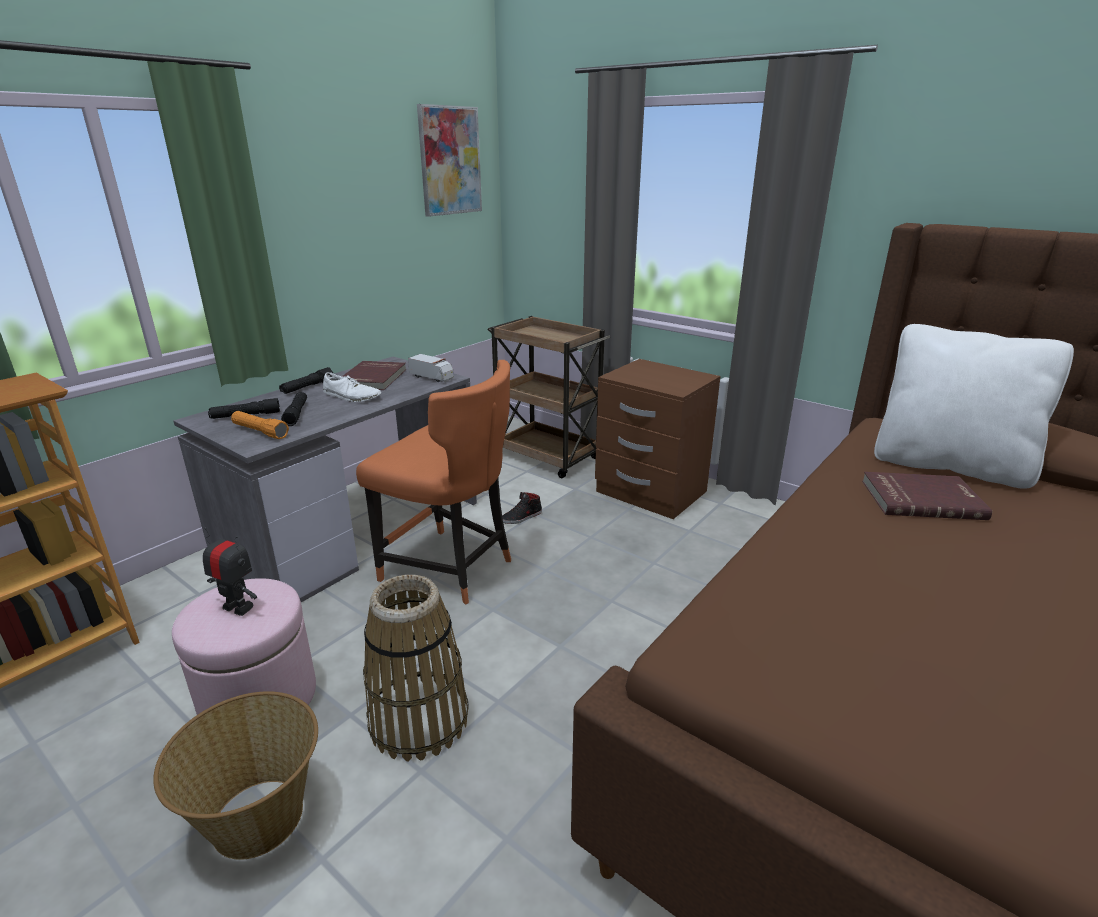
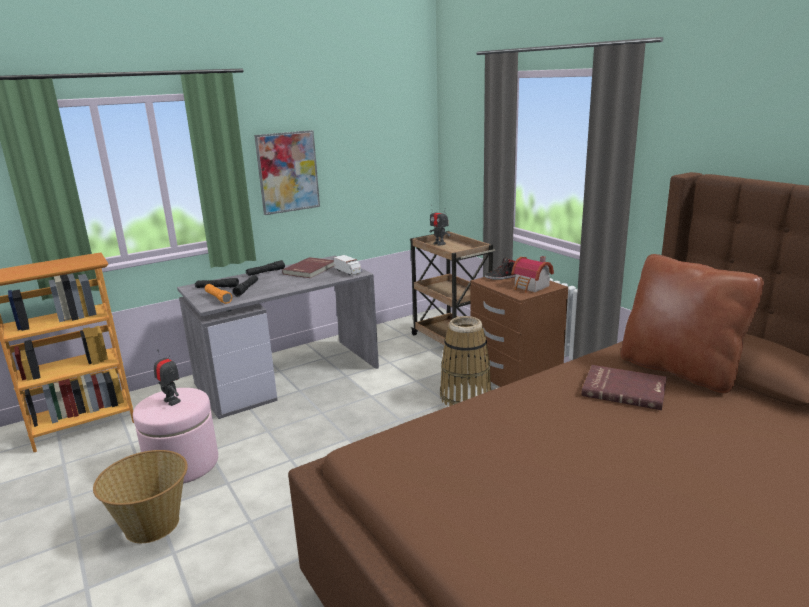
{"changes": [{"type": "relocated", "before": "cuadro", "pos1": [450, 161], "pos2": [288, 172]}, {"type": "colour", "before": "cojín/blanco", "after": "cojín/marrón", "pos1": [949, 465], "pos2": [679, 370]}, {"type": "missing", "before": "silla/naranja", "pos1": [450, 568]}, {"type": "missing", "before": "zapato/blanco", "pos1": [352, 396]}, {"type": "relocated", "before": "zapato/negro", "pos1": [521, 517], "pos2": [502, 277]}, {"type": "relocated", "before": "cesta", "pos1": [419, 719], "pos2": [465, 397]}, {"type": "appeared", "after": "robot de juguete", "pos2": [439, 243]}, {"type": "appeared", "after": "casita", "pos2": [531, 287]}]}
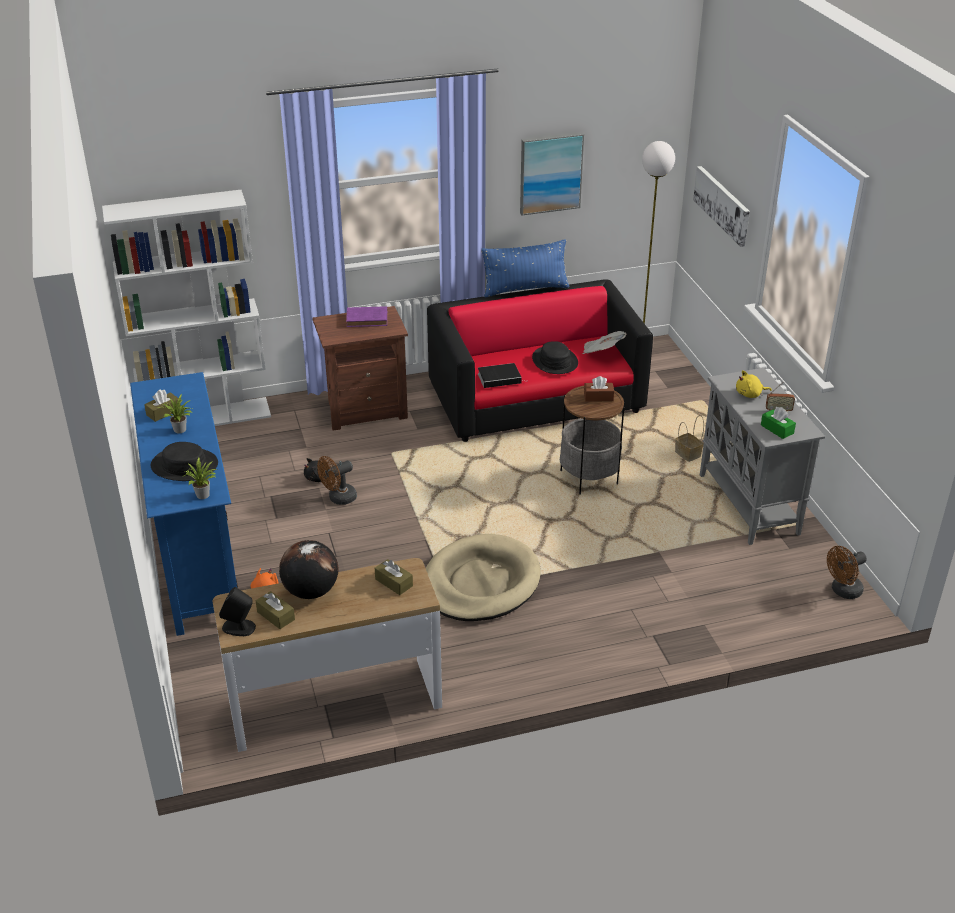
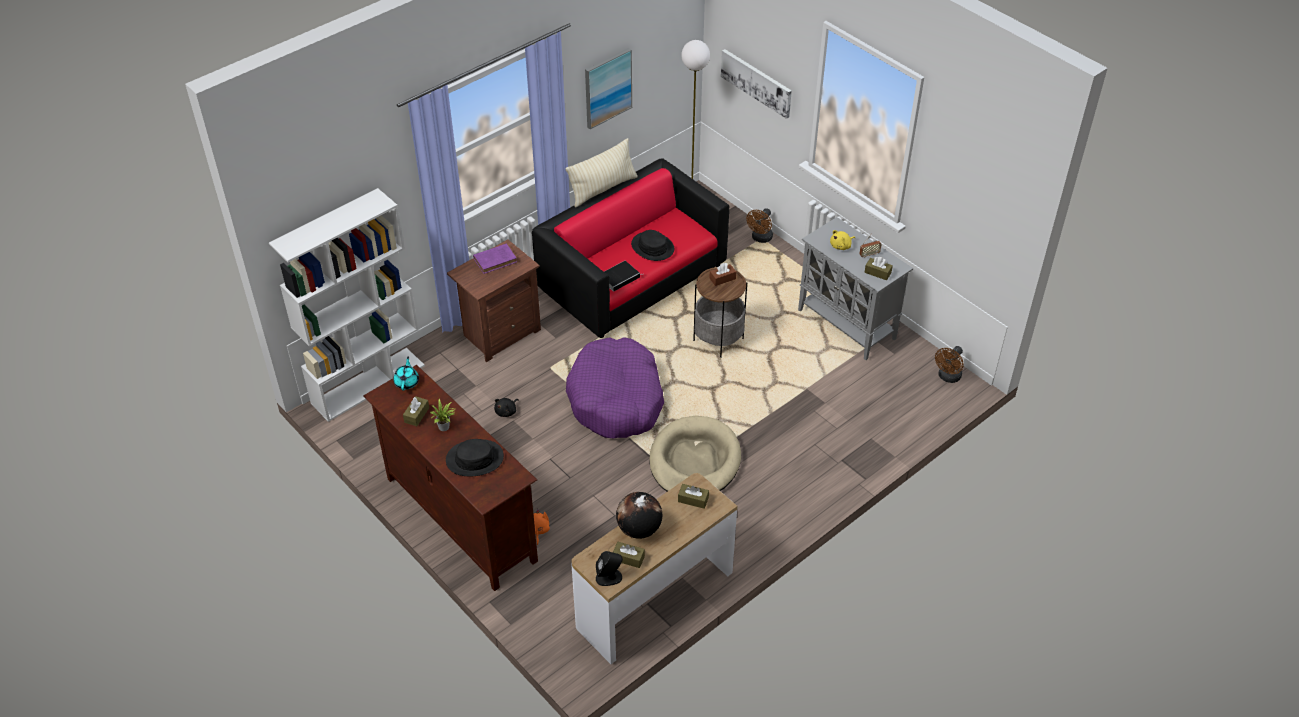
{"changes": [{"type": "colour", "before": "cojín/azul", "after": "cojín/beis", "pos1": [525, 289], "pos2": [603, 189]}, {"type": "missing", "before": "periódico", "pos1": [602, 352]}, {"type": "colour", "before": "mueble de televisión/azul", "after": "mueble de televisión/marrón", "pos1": [196, 558], "pos2": [460, 519]}, {"type": "colour", "before": "caja de pañuelos/verde", "after": "caja de pañuelos/marrón", "pos1": [777, 429], "pos2": [877, 272]}, {"type": "missing", "before": "cesta", "pos1": [688, 455]}, {"type": "relocated", "before": "ventilador/marrón", "pos1": [338, 499], "pos2": [760, 238]}, {"type": "missing", "before": "planta en maceta", "pos1": [204, 495]}, {"type": "appeared", "after": "cama para perro/morado", "pos2": [616, 399]}, {"type": "appeared", "after": "tetera/turquesa", "pos2": [407, 382]}]}
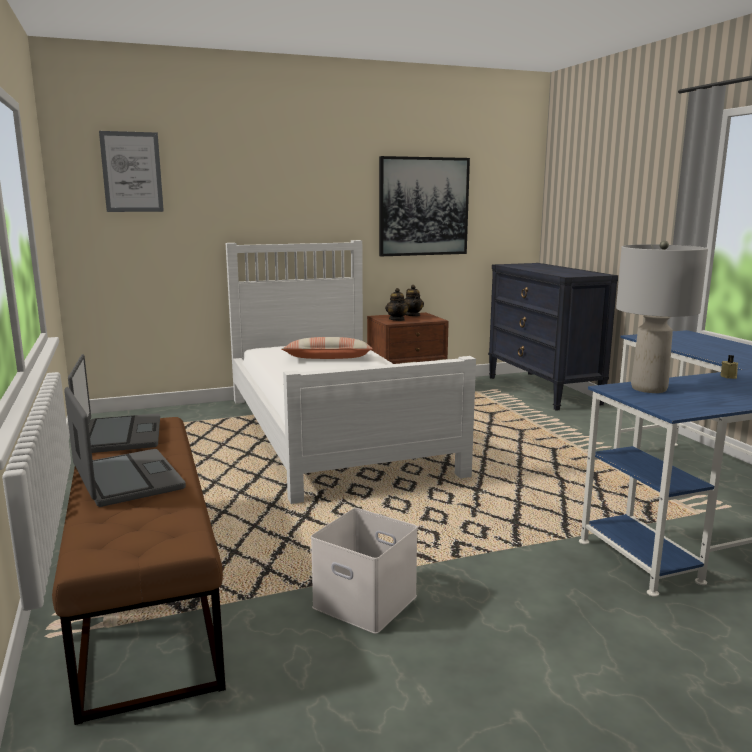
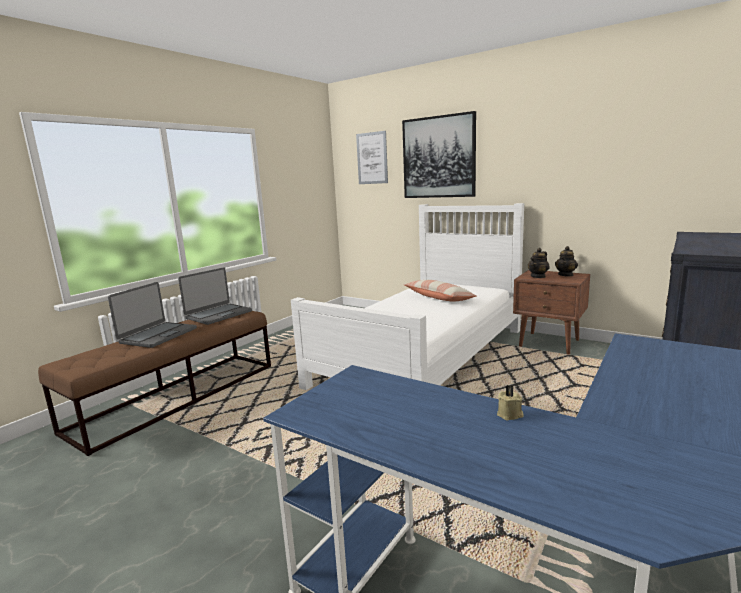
{"changes": [{"type": "relocated", "before": "cuadro", "pos1": [423, 206], "pos2": [438, 157]}, {"type": "missing", "before": "lámpara de mesa/gris", "pos1": [648, 388]}, {"type": "missing", "before": "caja de almacenaje/blanco", "pos1": [362, 602]}]}
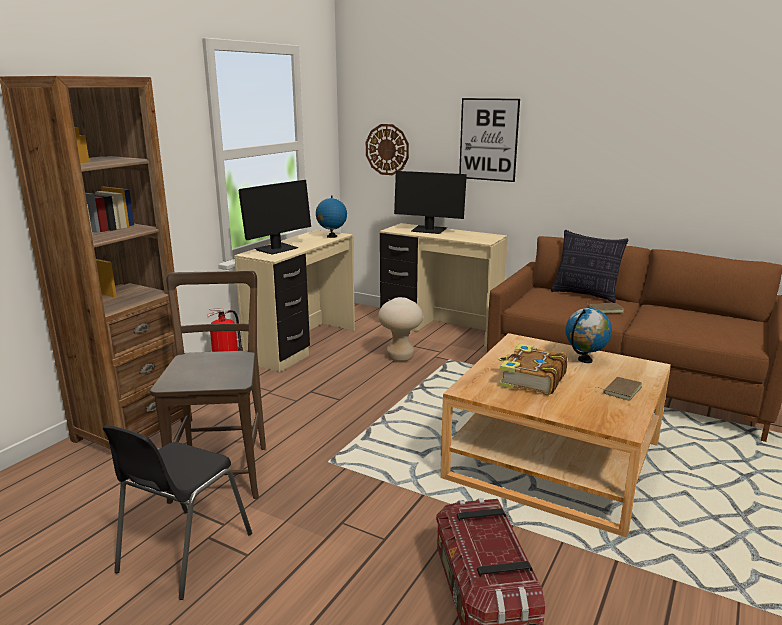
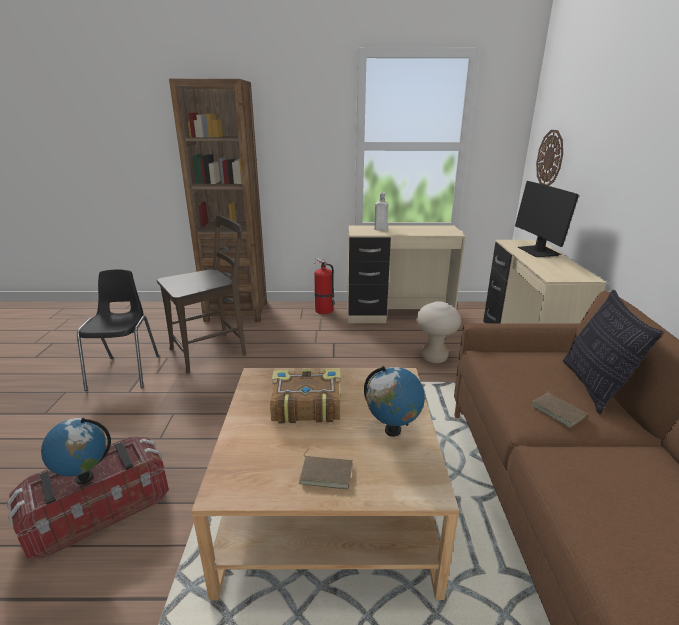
{"changes": [{"type": "missing", "before": "cuadro", "pos1": [488, 140]}, {"type": "exchanged", "before": "monitor", "after": "botella/blanco", "pos1": [276, 249], "pos2": [379, 229]}, {"type": "relocated", "before": "globo terráqueo", "pos1": [331, 236], "pos2": [84, 477]}, {"type": "spun", "before": "silla/negro", "pos1": [183, 553], "pos2": [126, 372], "turn": 90}]}
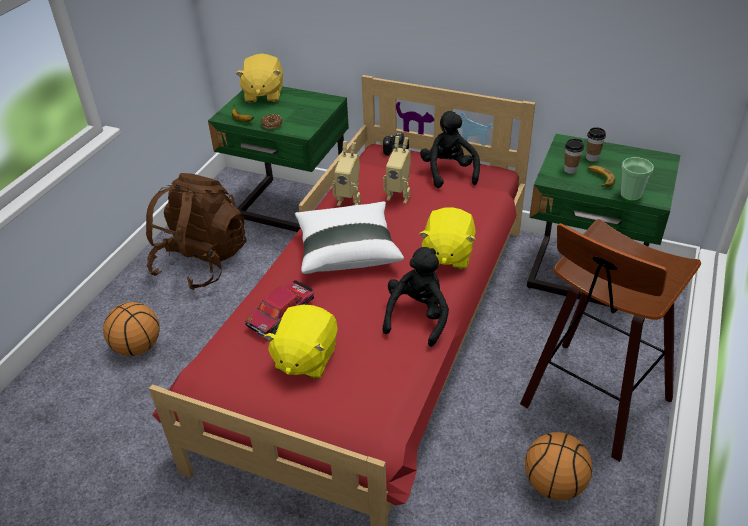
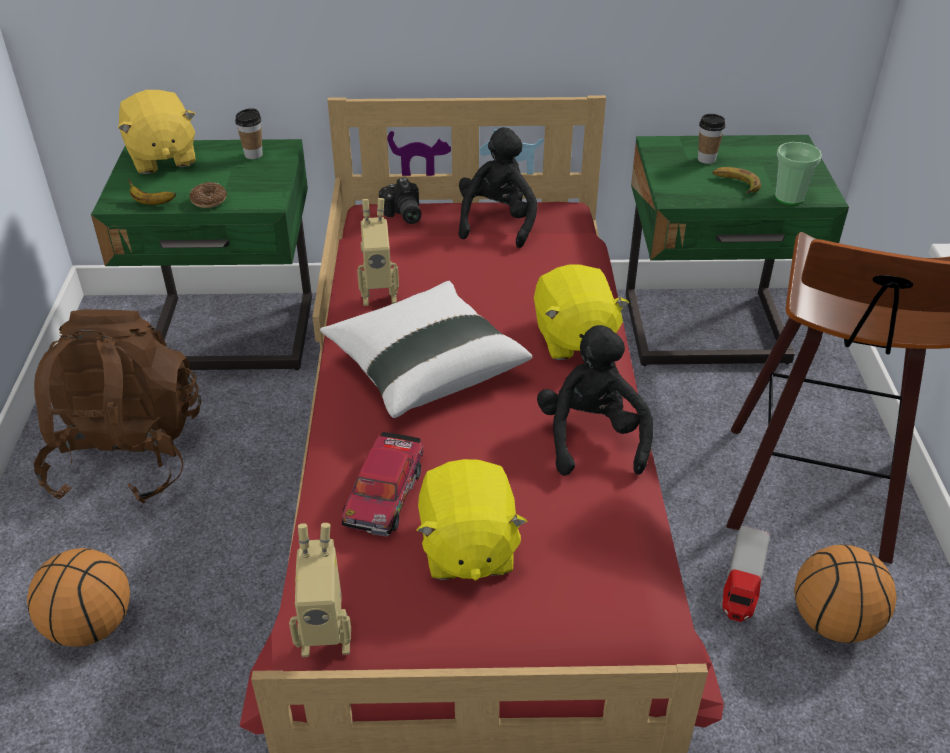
{"changes": [{"type": "spun", "before": "peluche/negro", "pos1": [448, 172], "pos2": [497, 222], "turn": 45}, {"type": "relocated", "before": "robot de juguete", "pos1": [399, 196], "pos2": [326, 635]}, {"type": "relocated", "before": "taza", "pos1": [570, 170], "pos2": [253, 155]}, {"type": "appeared", "after": "camión de juguete", "pos2": [742, 585]}]}
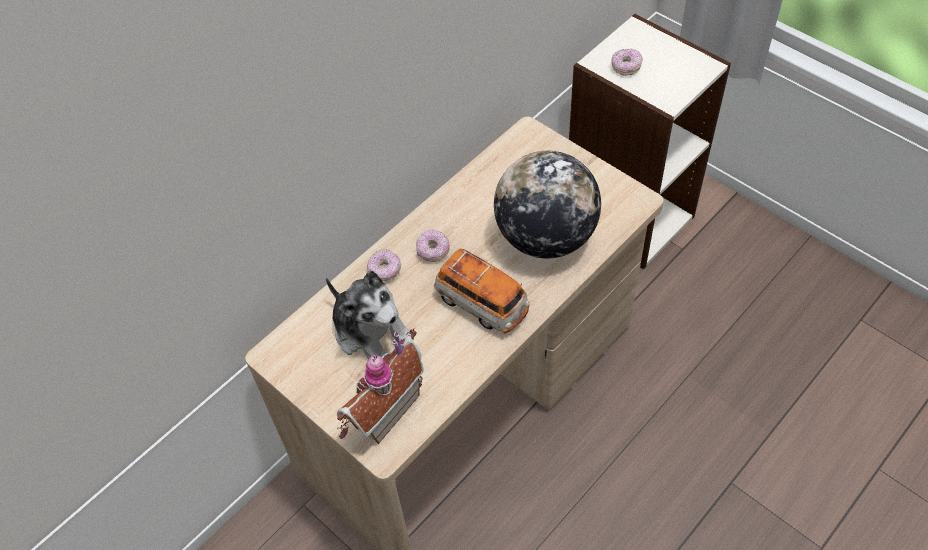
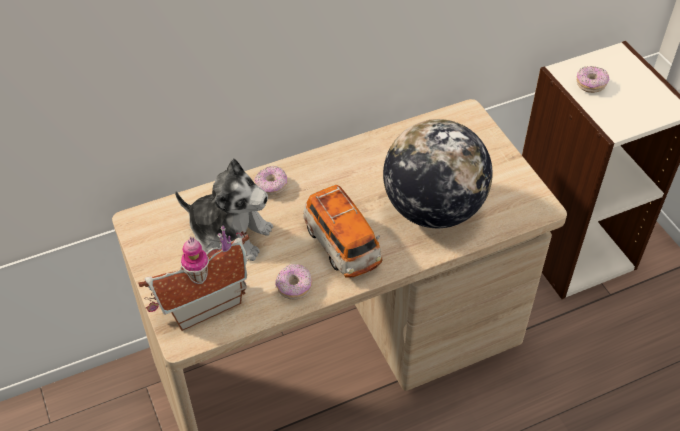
{"changes": [{"type": "relocated", "before": "rosquilla", "pos1": [433, 251], "pos2": [294, 287]}, {"type": "spun", "before": "peluche", "pos1": [371, 332], "pos2": [230, 233], "turn": -45}]}
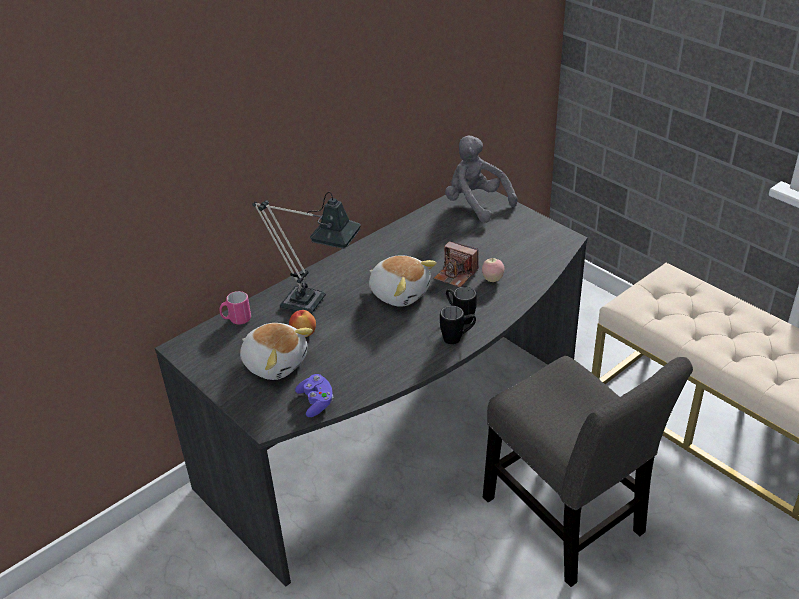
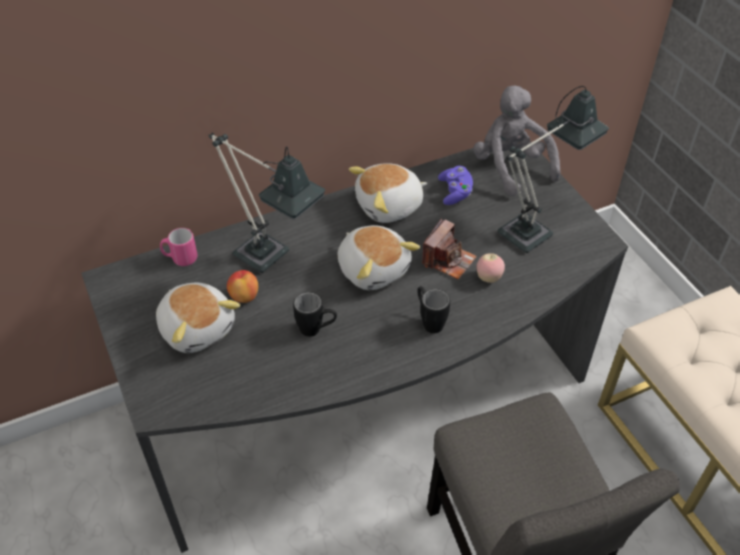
{"changes": [{"type": "spun", "before": "cámara", "pos1": [456, 275], "pos2": [448, 260], "turn": -105}, {"type": "relocated", "before": "taza grande/negro", "pos1": [457, 338], "pos2": [316, 330]}, {"type": "relocated", "before": "mando de consola/morado", "pos1": [316, 402], "pos2": [455, 192]}, {"type": "appeared", "after": "lámpara de mesa", "pos2": [533, 229]}, {"type": "appeared", "after": "peluche", "pos2": [389, 206]}]}
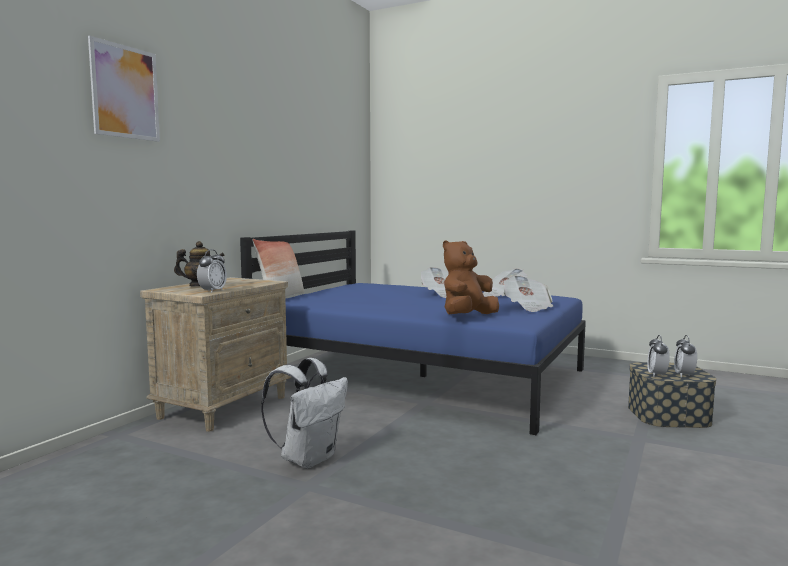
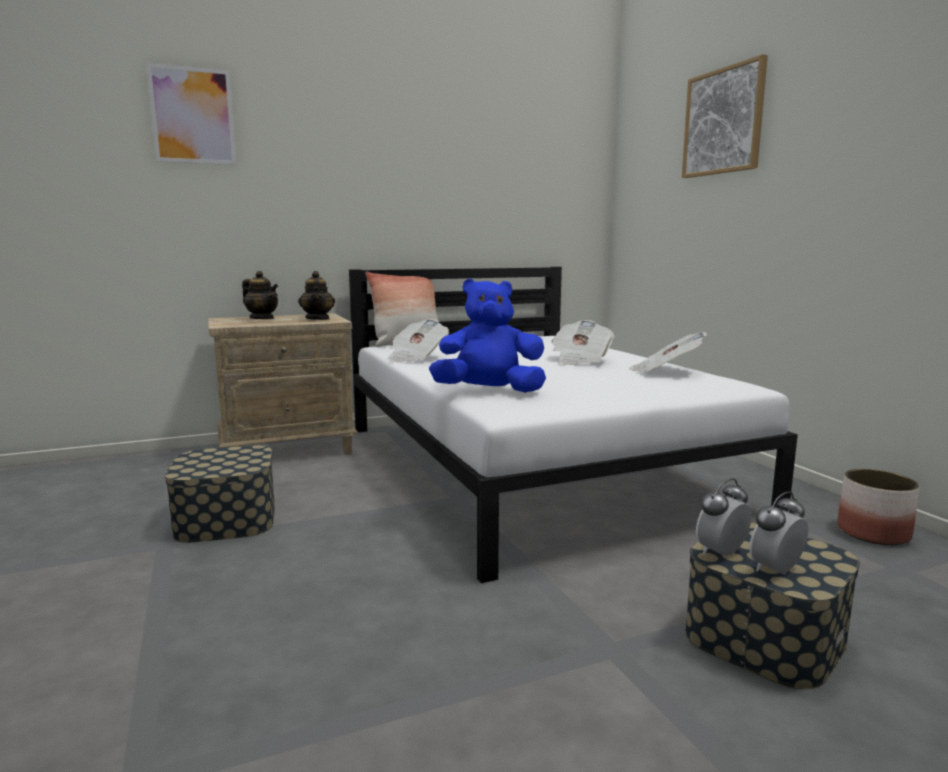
{"changes": [{"type": "colour", "before": "cama/azul", "after": "cama/blanco", "pos1": [421, 375], "pos2": [531, 466]}, {"type": "colour", "before": "peluche/marrón", "after": "peluche/azul", "pos1": [467, 317], "pos2": [489, 392]}, {"type": "missing", "before": "despertador", "pos1": [212, 291]}, {"type": "relocated", "before": "periódico", "pos1": [527, 307], "pos2": [416, 358]}, {"type": "exchanged", "before": "mochila/blanco", "after": "caja de almacenaje", "pos1": [308, 458], "pos2": [226, 519]}, {"type": "appeared", "after": "cuadro", "pos2": [723, 121]}, {"type": "appeared", "after": "tetera", "pos2": [318, 319]}, {"type": "appeared", "after": "maceta", "pos2": [873, 533]}]}
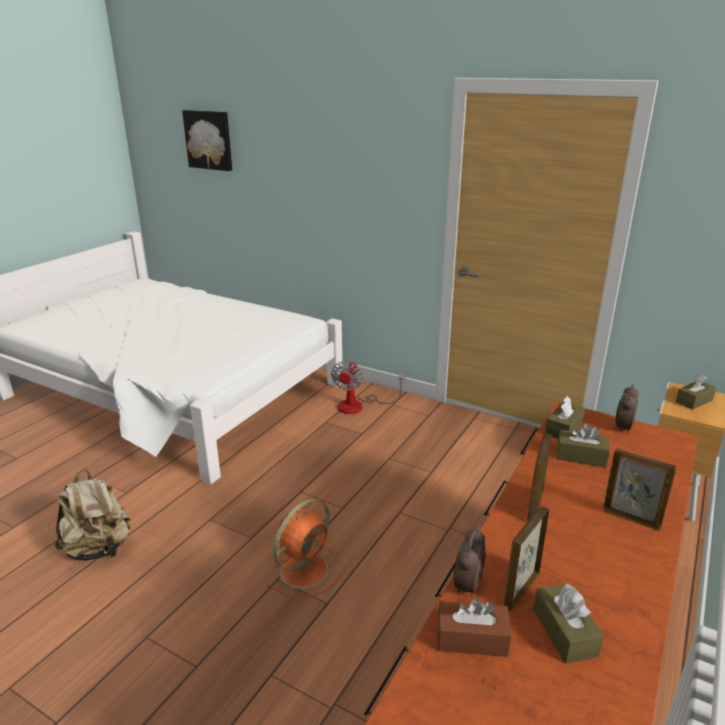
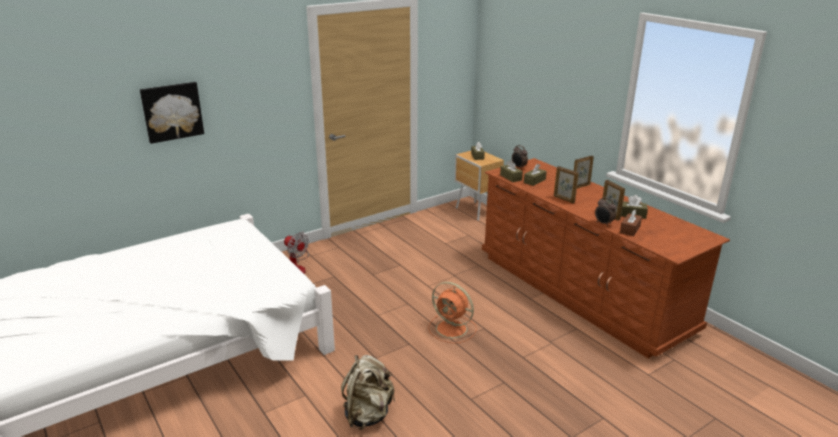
{"changes": [{"type": "relocated", "before": "cuadro", "pos1": [209, 140], "pos2": [172, 111]}, {"type": "spun", "before": "ventilador/naranja", "pos1": [306, 569], "pos2": [453, 329], "turn": 150}]}
